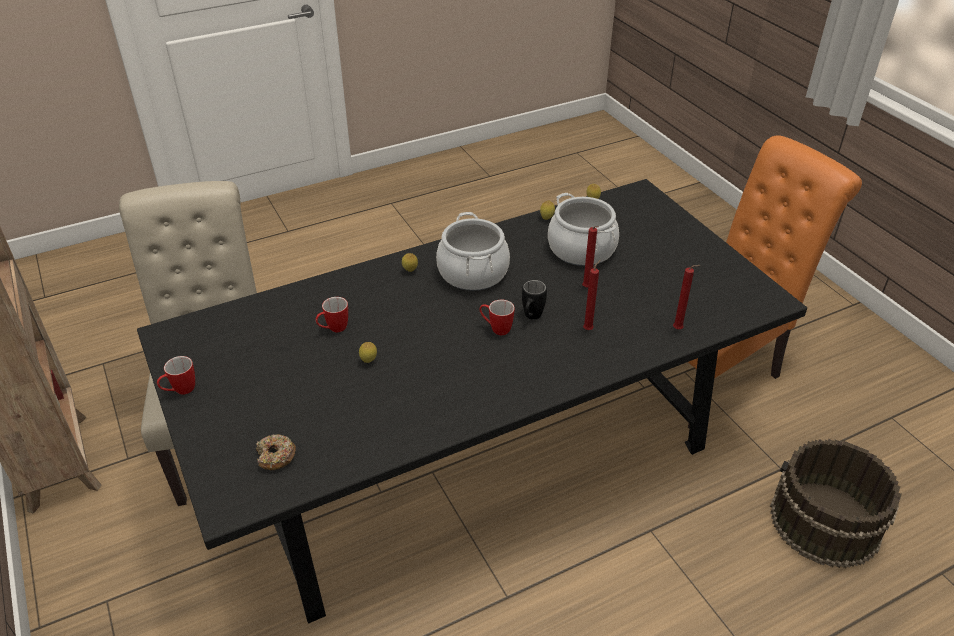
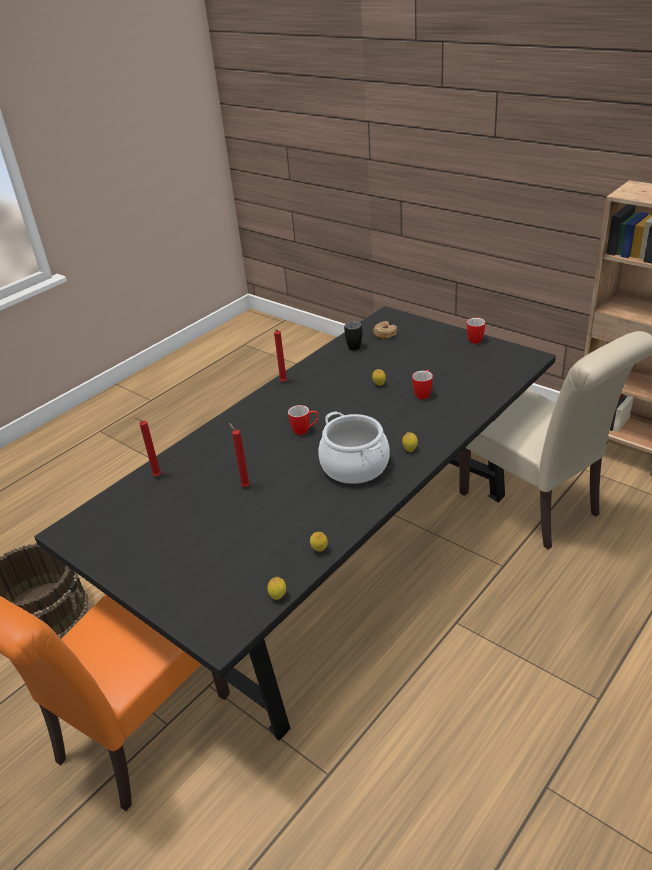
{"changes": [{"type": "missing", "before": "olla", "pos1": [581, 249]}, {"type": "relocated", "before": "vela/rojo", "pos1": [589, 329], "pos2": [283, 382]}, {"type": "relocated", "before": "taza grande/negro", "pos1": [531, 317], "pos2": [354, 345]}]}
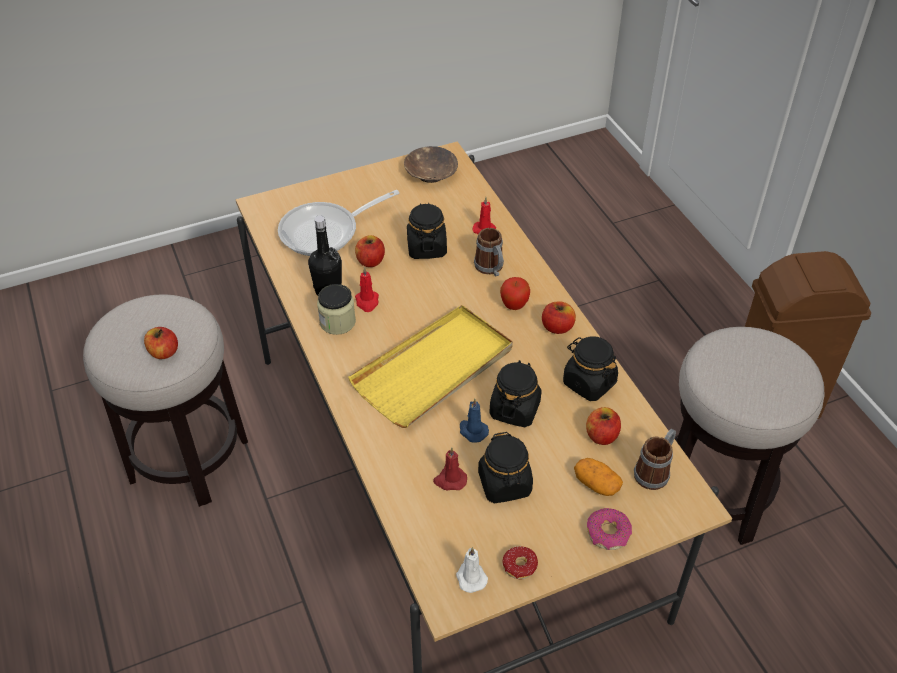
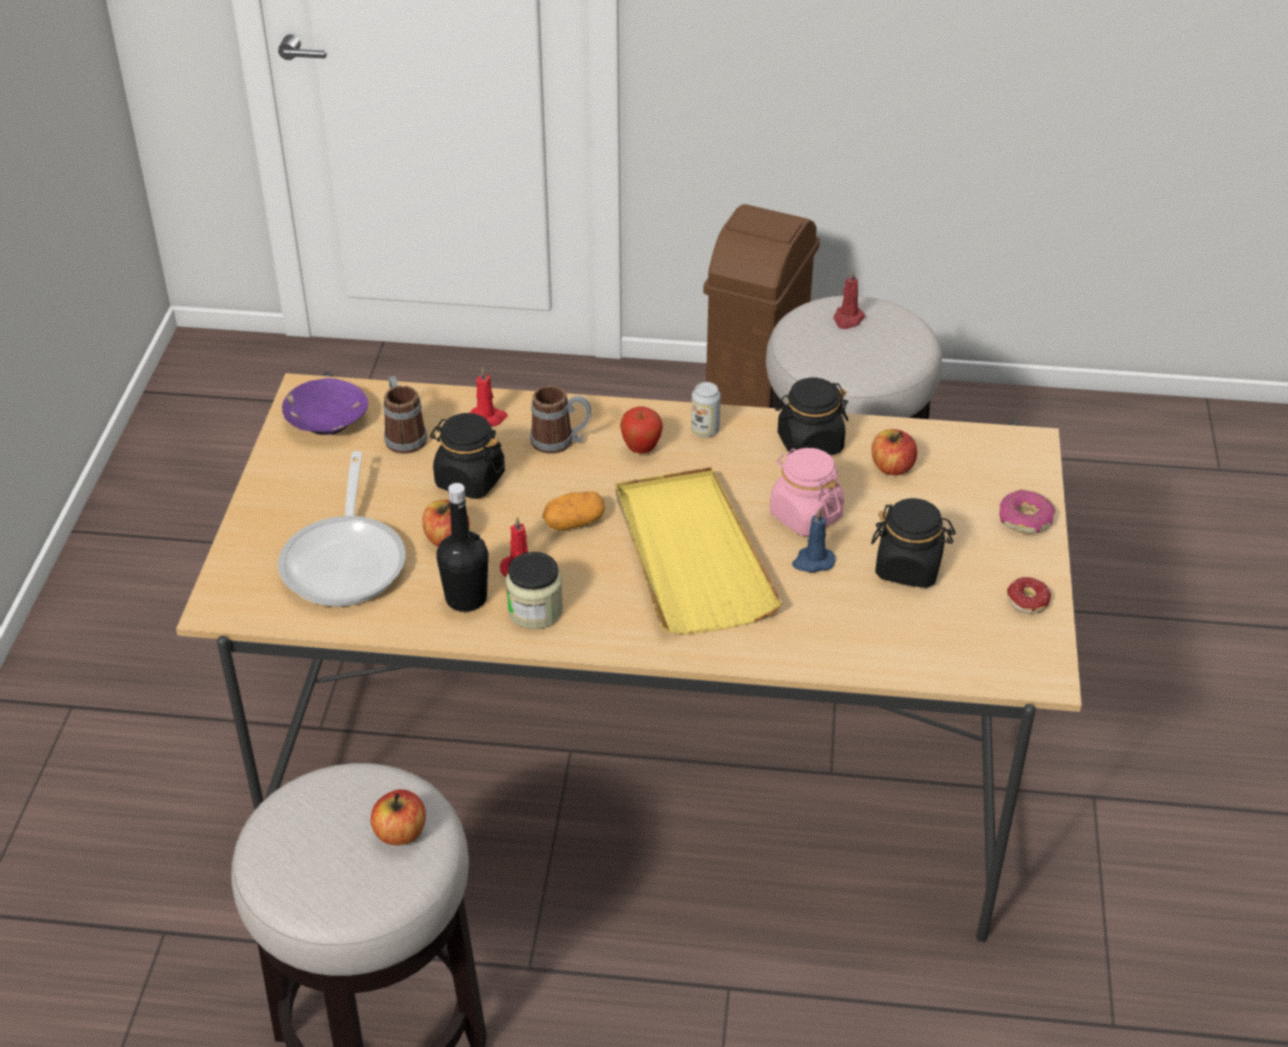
{"changes": [{"type": "colour", "before": "cuenco/marrón", "after": "cuenco/morado", "pos1": [430, 173], "pos2": [326, 421]}, {"type": "exchanged", "before": "manzana", "after": "lata", "pos1": [557, 327], "pos2": [705, 430]}, {"type": "colour", "before": "tarro/negro", "after": "tarro/rosa", "pos1": [514, 409], "pos2": [805, 515]}, {"type": "relocated", "before": "taza grande", "pos1": [655, 471], "pos2": [403, 435]}, {"type": "relocated", "before": "vela/rojo", "pos1": [450, 480], "pos2": [848, 319]}, {"type": "relocated", "before": "patata", "pos1": [596, 484], "pos2": [574, 523]}, {"type": "missing", "before": "vela/blanco", "pos1": [470, 577]}]}
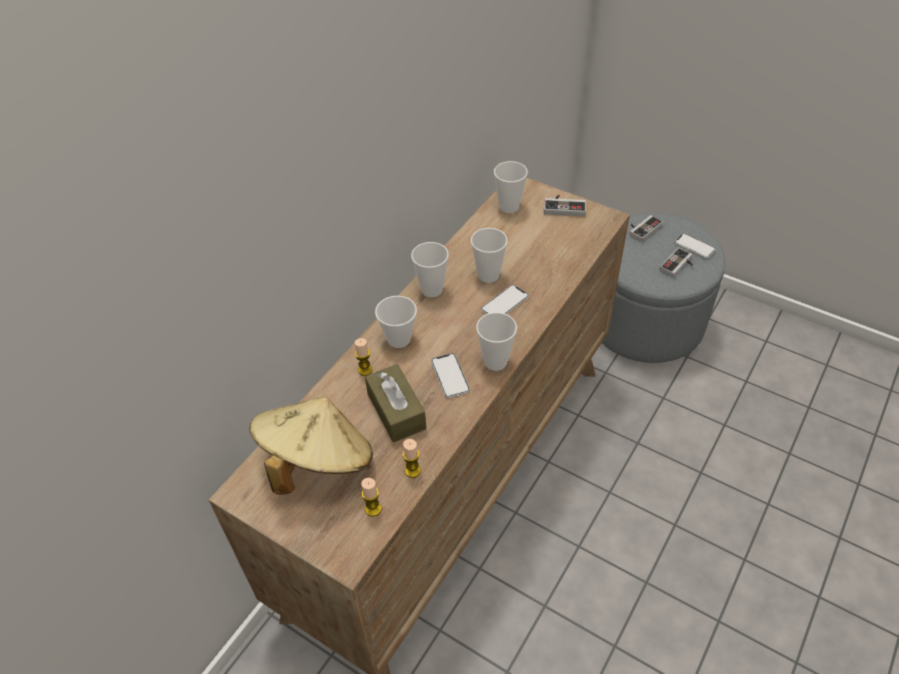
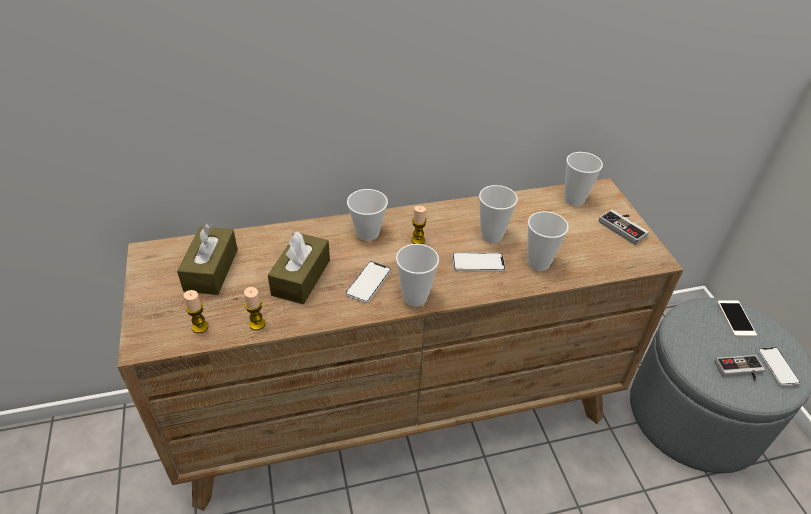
{"changes": [{"type": "exchanged", "before": "mando de consola", "after": "móvil", "pos1": [642, 228], "pos2": [736, 318]}, {"type": "relocated", "before": "taza", "pos1": [431, 289], "pos2": [538, 263]}, {"type": "relocated", "before": "vela", "pos1": [365, 370], "pos2": [418, 240]}, {"type": "exchanged", "before": "sombrero/beis", "after": "caja de pañuelos/marrón", "pos1": [317, 462], "pos2": [211, 270]}]}
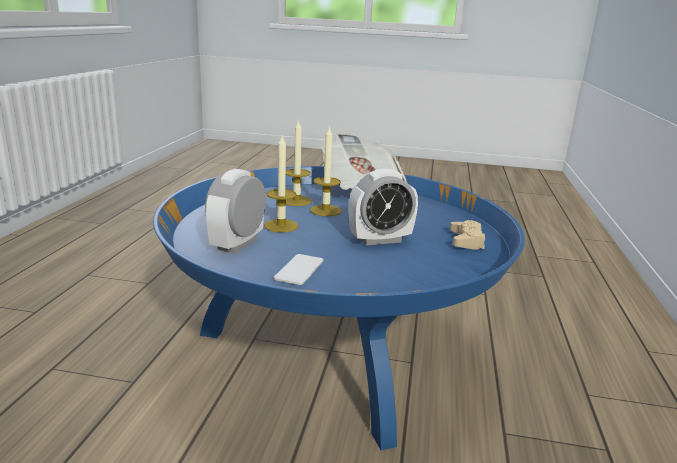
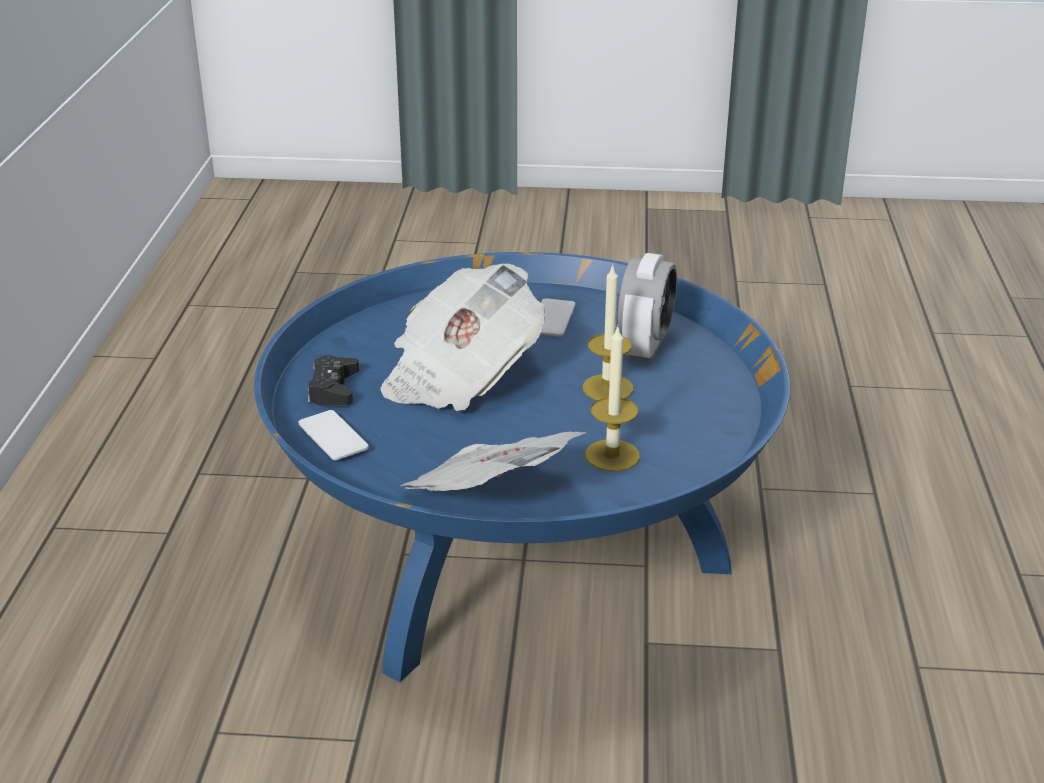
{"changes": [{"type": "missing", "before": "vela", "pos1": [325, 210]}, {"type": "exchanged", "before": "despertador", "after": "periódico", "pos1": [380, 240], "pos2": [459, 376]}, {"type": "colour", "before": "mando de consola/beis", "after": "mando de consola/negro", "pos1": [466, 241], "pos2": [333, 389]}, {"type": "appeared", "after": "móvil", "pos2": [333, 436]}]}
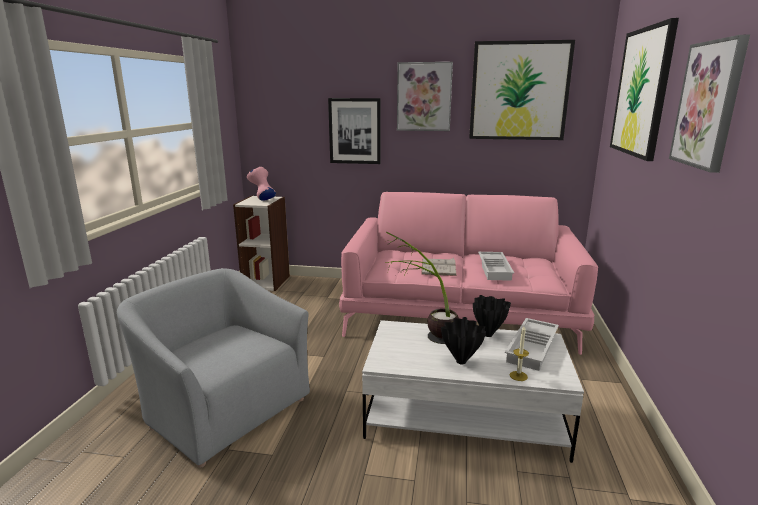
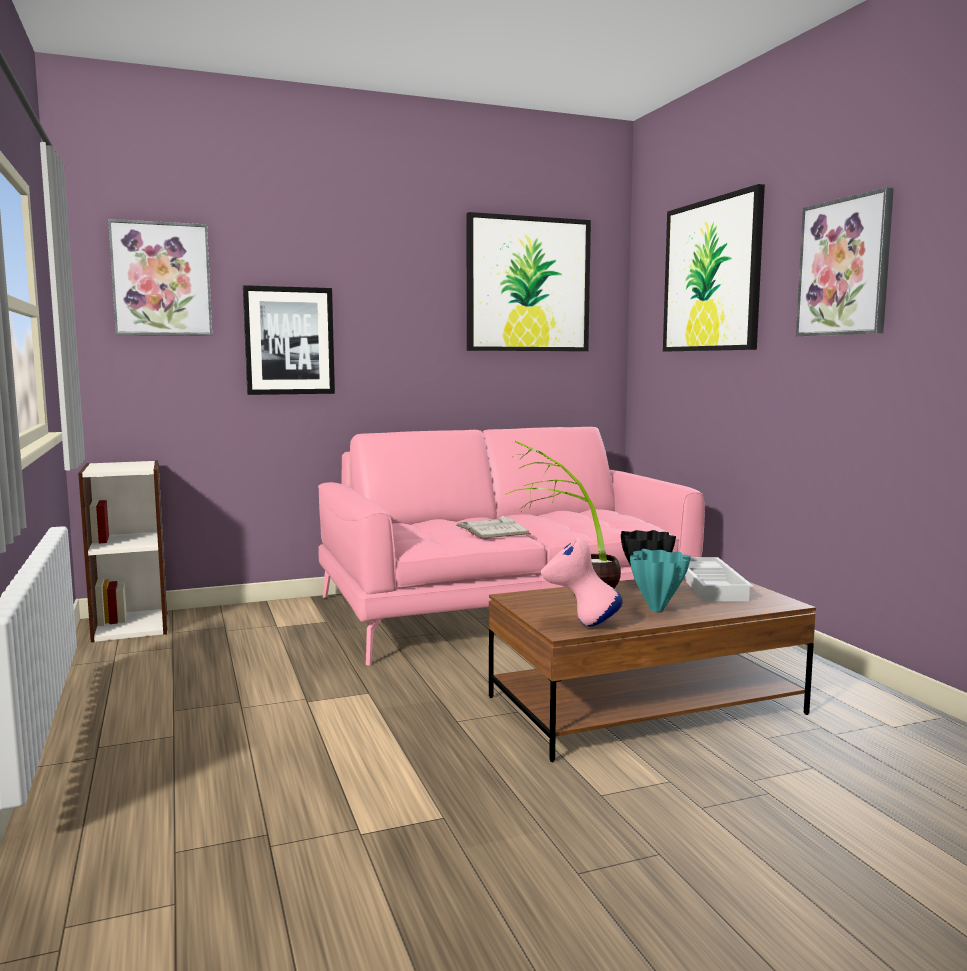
{"changes": [{"type": "relocated", "before": "cuadro", "pos1": [424, 97], "pos2": [161, 279]}, {"type": "relocated", "before": "florero/rosa", "pos1": [262, 199], "pos2": [580, 624]}, {"type": "missing", "before": "bandeja/blanco", "pos1": [495, 269]}, {"type": "missing", "before": "sillón/gris", "pos1": [223, 409]}, {"type": "colour", "before": "florero/negro", "after": "florero/turquesa", "pos1": [461, 362], "pos2": [657, 610]}, {"type": "colour", "before": "mesa de centro/blanco", "after": "mesa de centro/marrón", "pos1": [464, 415], "pos2": [644, 705]}, {"type": "missing", "before": "vela", "pos1": [518, 376]}]}
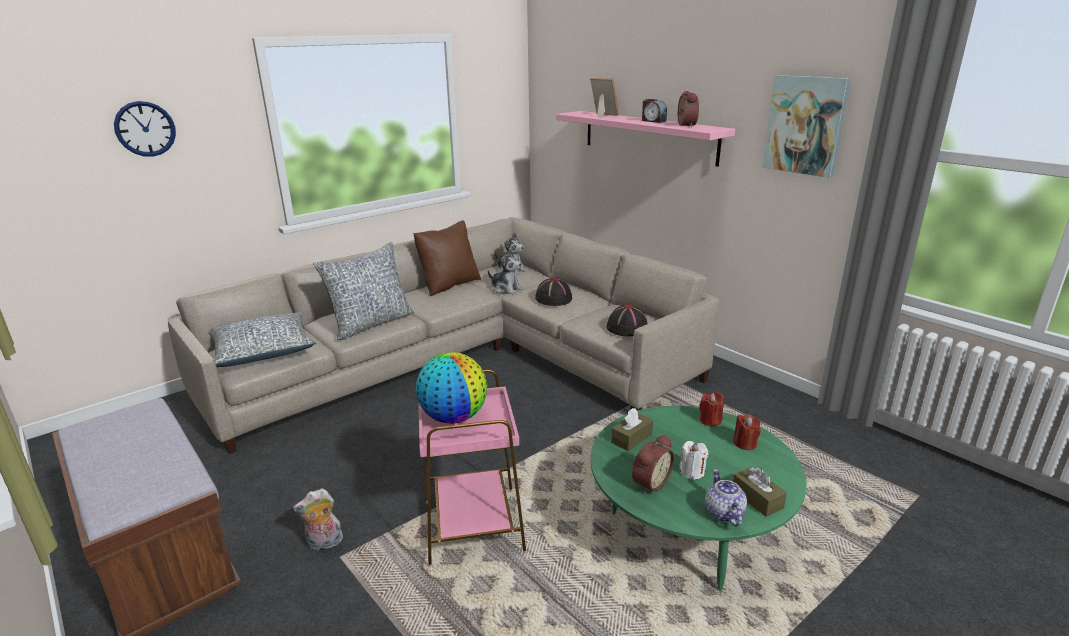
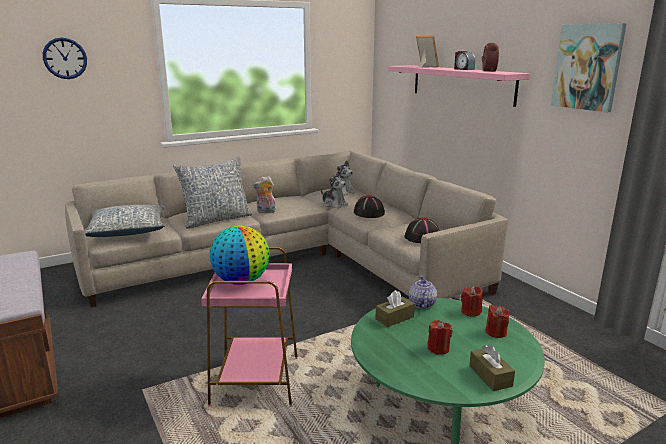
{"changes": [{"type": "missing", "before": "cojín/marrón", "pos1": [449, 285]}, {"type": "missing", "before": "despertador", "pos1": [649, 482]}, {"type": "colour", "before": "vela/blanco", "after": "vela/rojo", "pos1": [692, 472], "pos2": [438, 348]}, {"type": "relocated", "before": "tetera", "pos1": [723, 513], "pos2": [421, 304]}, {"type": "relocated", "before": "peluche", "pos1": [324, 544], "pos2": [266, 212]}]}
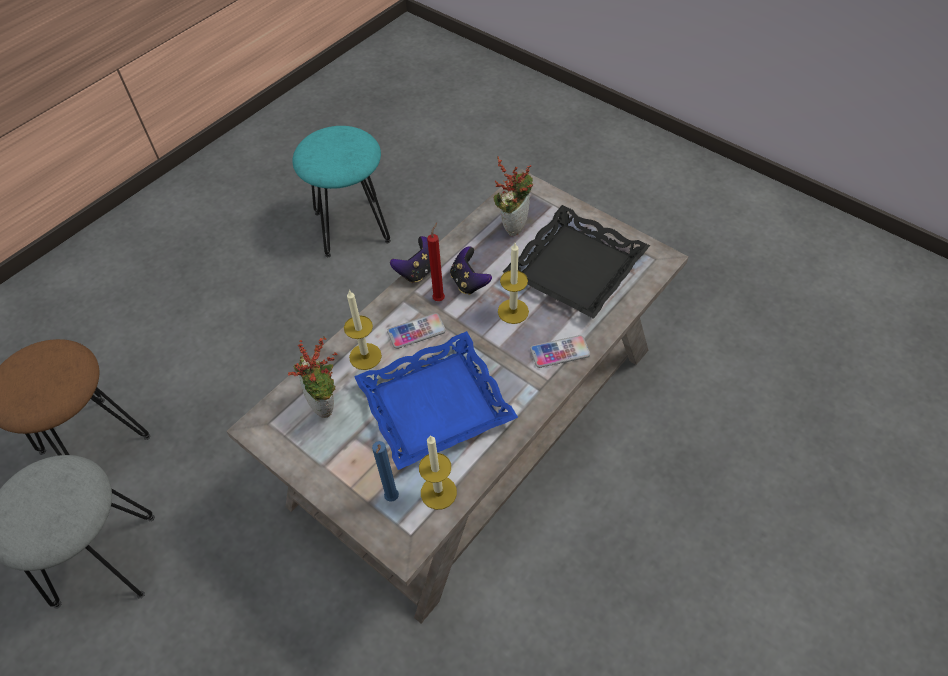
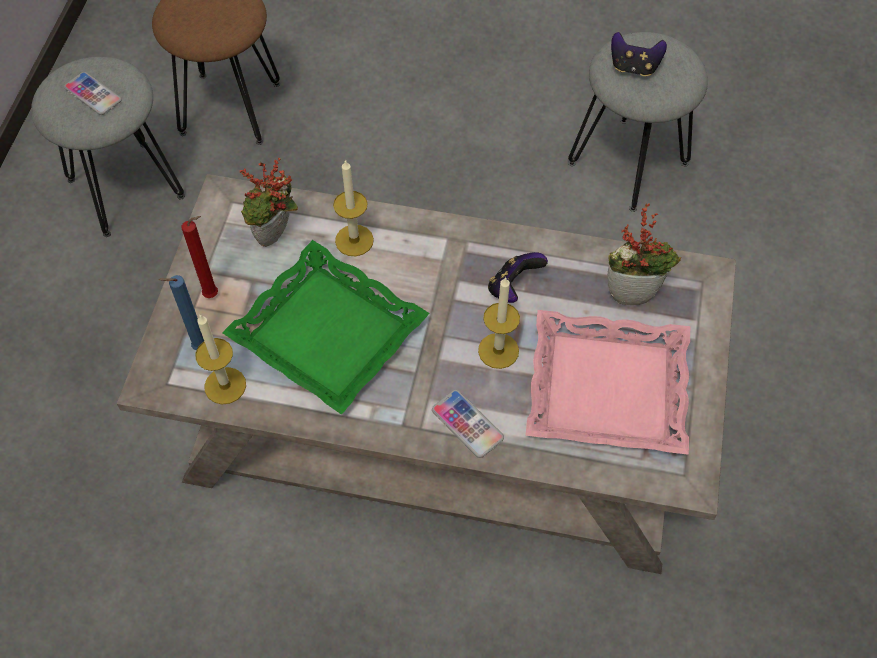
{"changes": [{"type": "colour", "before": "taburete/turquesa", "after": "taburete/gris", "pos1": [351, 227], "pos2": [627, 162]}, {"type": "colour", "before": "bandeja/negro", "after": "bandeja/rosa", "pos1": [575, 267], "pos2": [607, 387]}, {"type": "relocated", "before": "vela/rojo", "pos1": [440, 298], "pos2": [214, 295]}, {"type": "relocated", "before": "mando de consola", "pos1": [417, 271], "pos2": [634, 67]}, {"type": "relocated", "before": "móvil", "pos1": [416, 331], "pos2": [93, 94]}, {"type": "colour", "before": "bandeja/azul", "after": "bandeja/verde", "pos1": [435, 406], "pos2": [326, 334]}]}
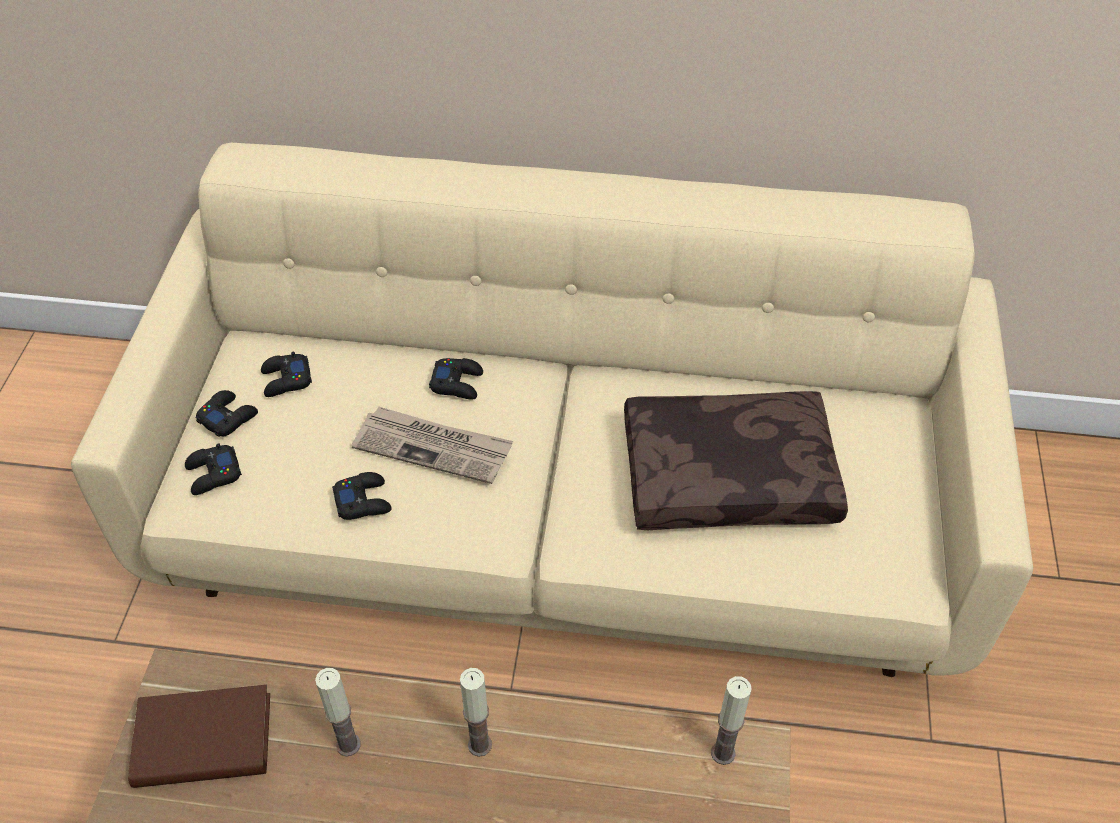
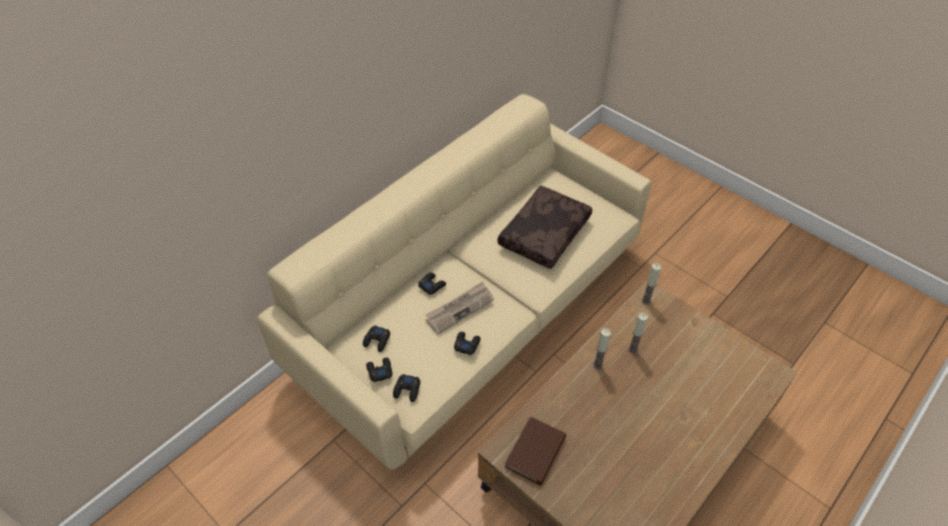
{"changes": [{"type": "relocated", "before": "vela", "pos1": [348, 744], "pos2": [632, 350]}]}
